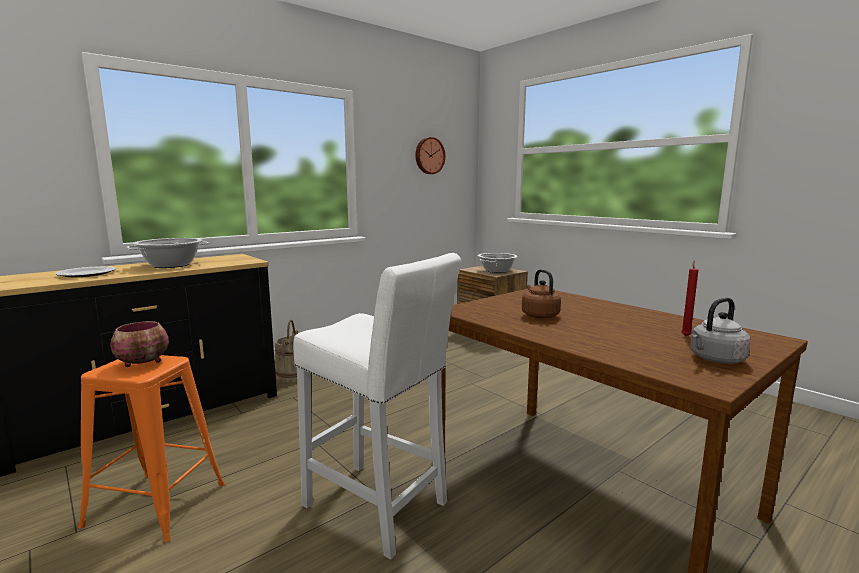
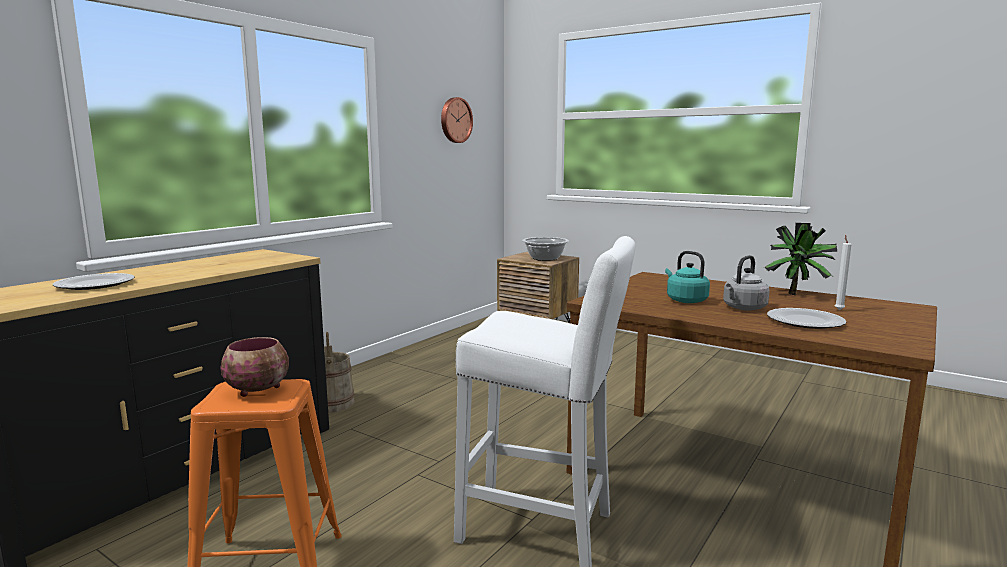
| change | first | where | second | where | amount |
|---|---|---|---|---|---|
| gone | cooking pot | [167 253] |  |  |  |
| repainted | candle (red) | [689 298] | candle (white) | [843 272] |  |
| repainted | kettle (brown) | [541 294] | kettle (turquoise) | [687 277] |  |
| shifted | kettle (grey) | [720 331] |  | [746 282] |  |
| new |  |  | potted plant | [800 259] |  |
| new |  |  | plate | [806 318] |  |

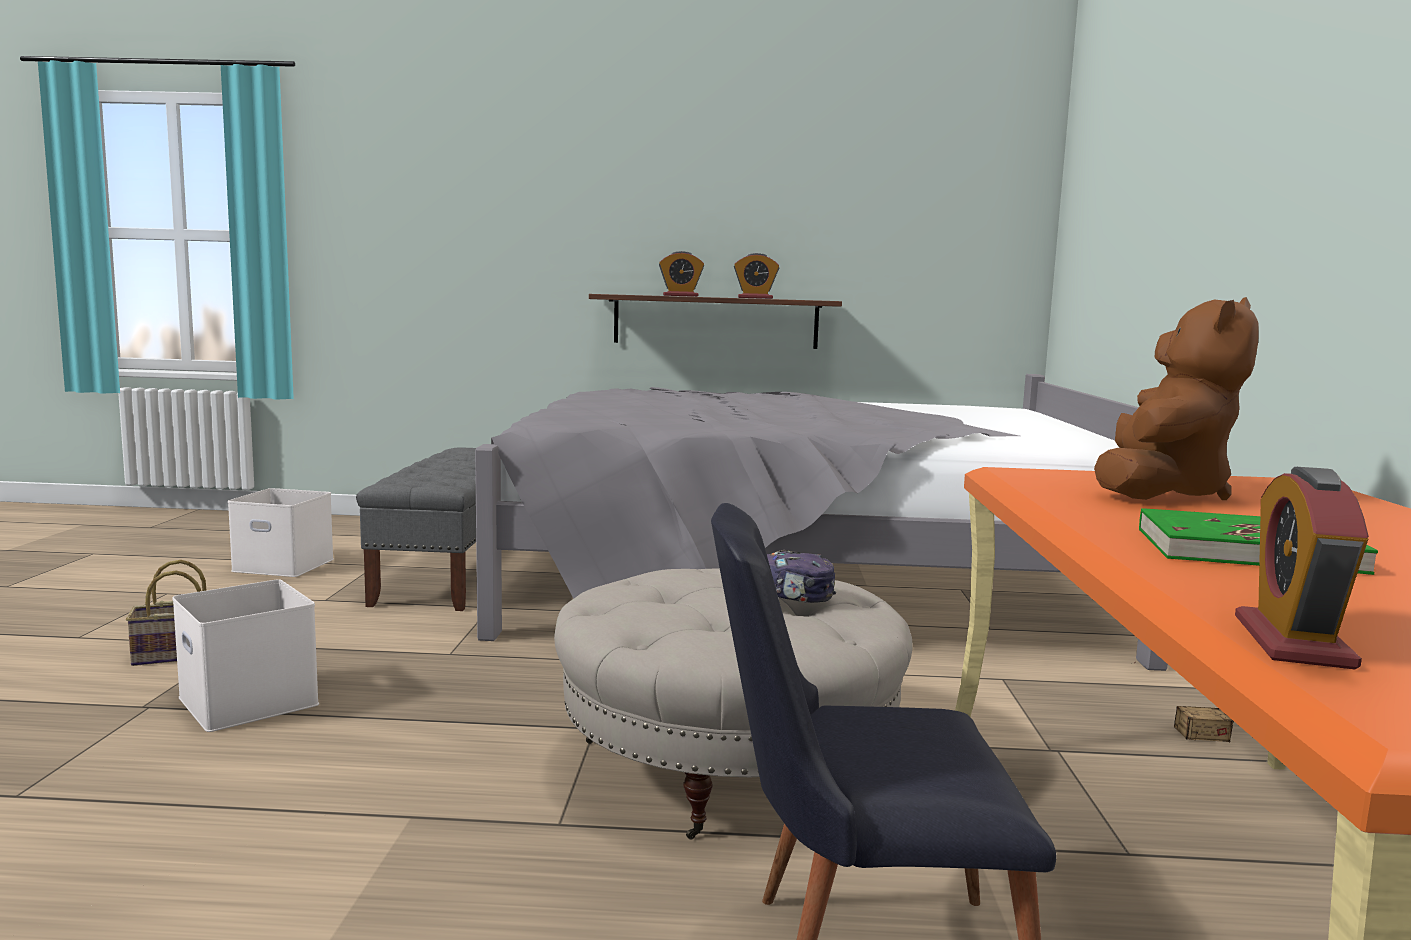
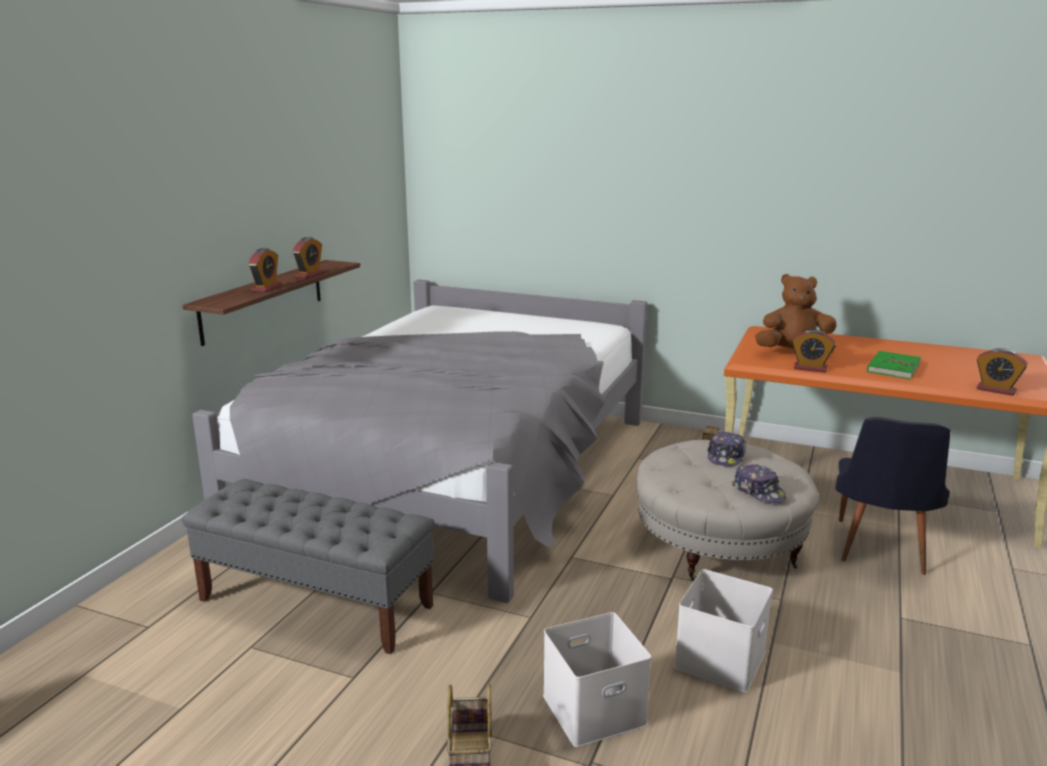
| change | first | where | second | where | amount |
|---|---|---|---|---|---|
| rotated | plush toy (brown) | [1176 398] |  | [796 313] | 45 degrees counterclockwise |
| shifted | storage box (white) | [281 532] |  | [723 631] |  |
| new |  |  | alarm clock | [813 351] |  |
| new |  |  | cap | [759 483] |  |

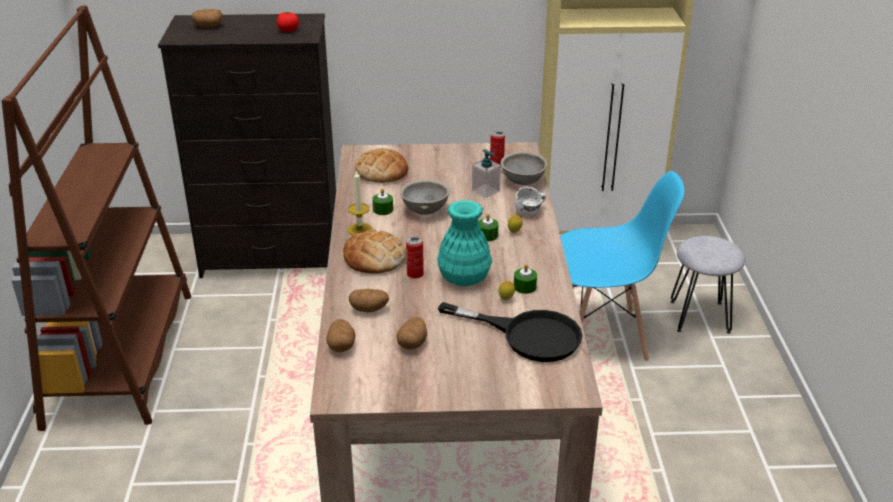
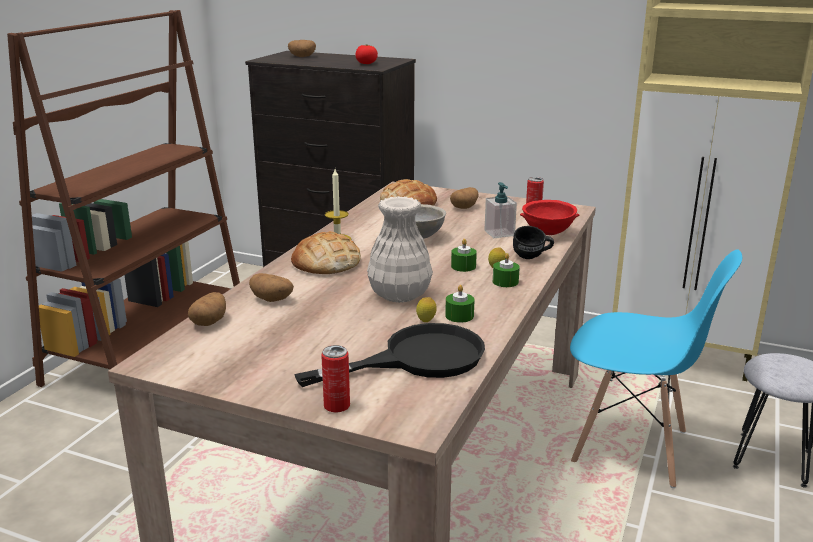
| change | first | where | second | where | amount |
|---|---|---|---|---|---|
| repainted | bowl (grey) | [524 168] | bowl (red) | [549 217] |  |
| repainted | mug (white) | [530 201] | mug (black) | [533 242] |  |
| shifted | candle (green) | [382 202] |  | [506 270] |  |
| repainted | vase (turquoise) | [464 243] | vase (white) | [400 249] |  |
| shifted | can | [415 257] |  | [335 379] |  |
| rotated | frying pan (black) | [510 332] |  | [389 355] | 75 degrees counterclockwise |
| shifted | potato | [412 333] |  | [464 198] |  |

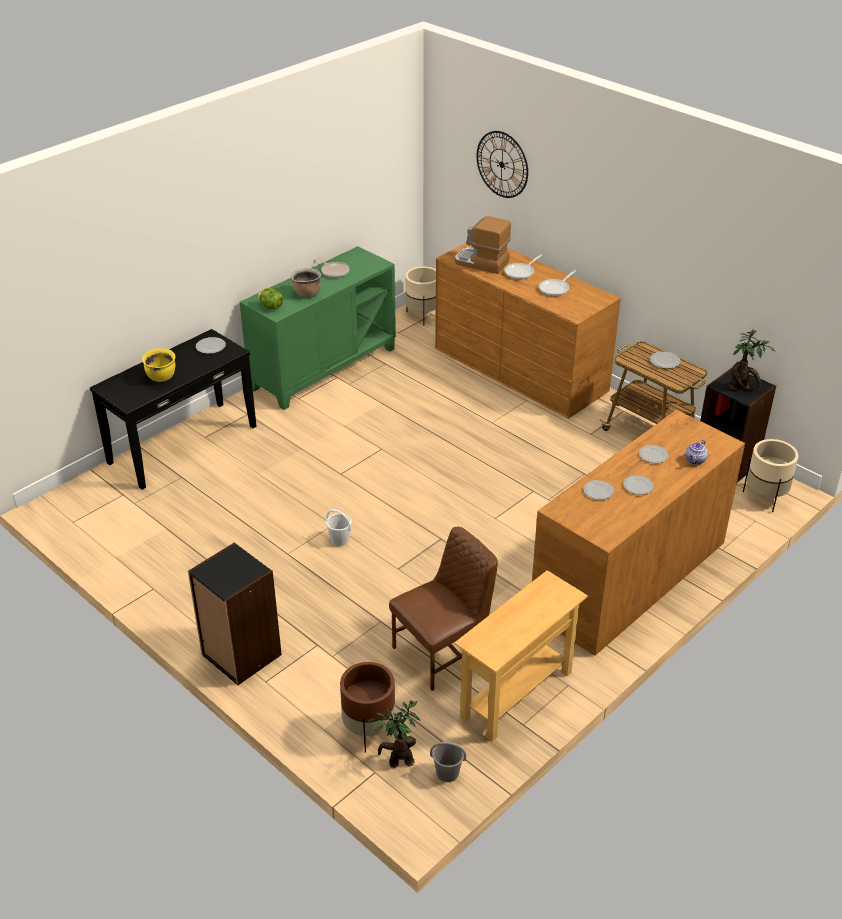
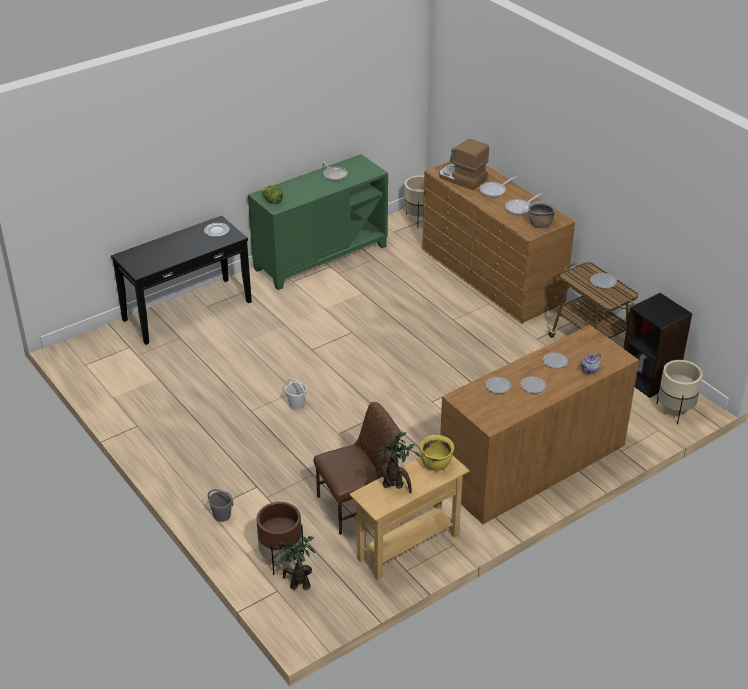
| change | first | where | second | where | amount |
|---|---|---|---|---|---|
| gone | wall clock | [502 164] |  |  |  |
| shifted | cooking pot (brown) | [306 283] |  | [542 214] |  |
| shifted | potted plant | [752 360] |  | [399 462] |  |
| shifted | cooking pot (yellow) | [158 365] |  | [437 453] |  |
| gone | bookcase (black) | [235 613] |  |  |  |
| shifted | bucket (grey) | [448 761] |  | [221 505] |  |

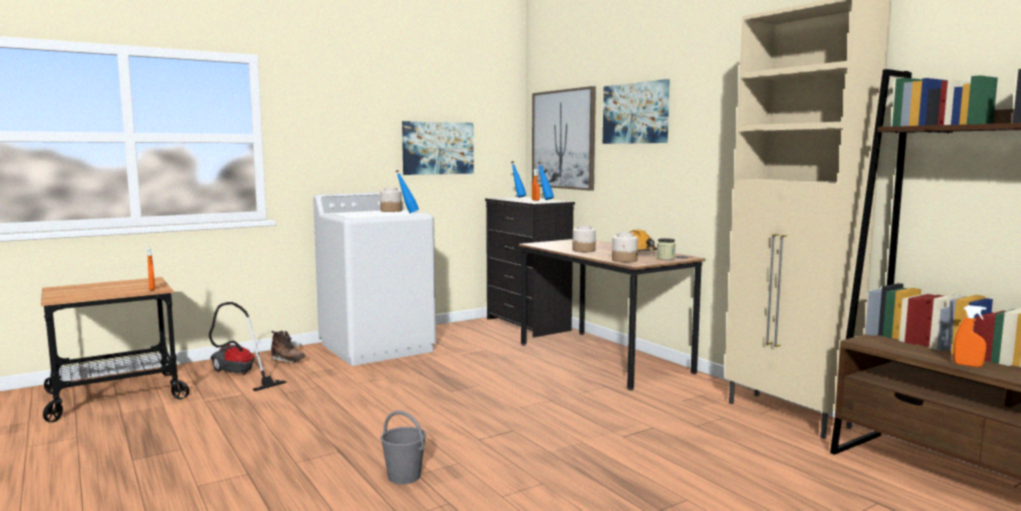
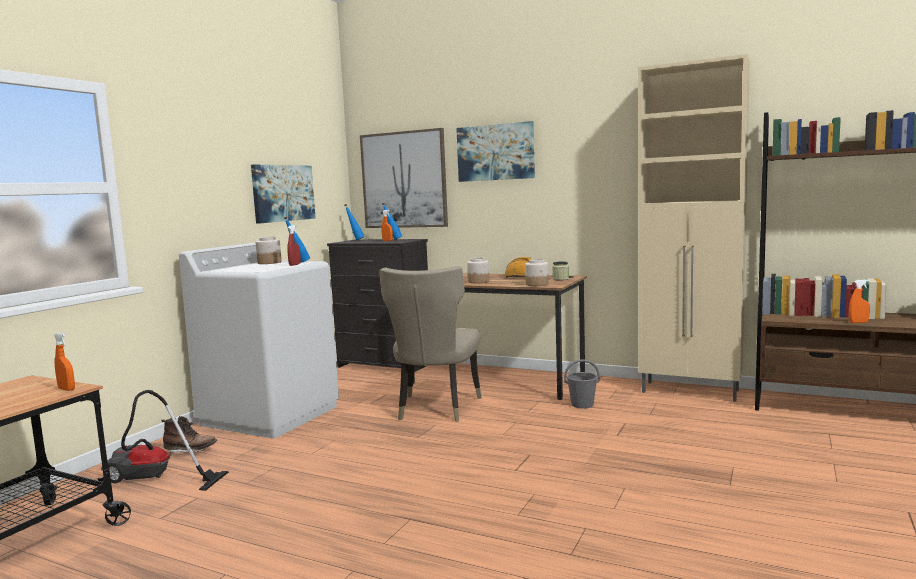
| change | first | where | second | where | amount |
|---|---|---|---|---|---|
| shifted | bucket (grey) | [403 447] |  | [582 384] |  |
| new |  |  | spray bottle (red) | [294 245] |  |
| new |  |  | chair (beige) | [430 344] |  |

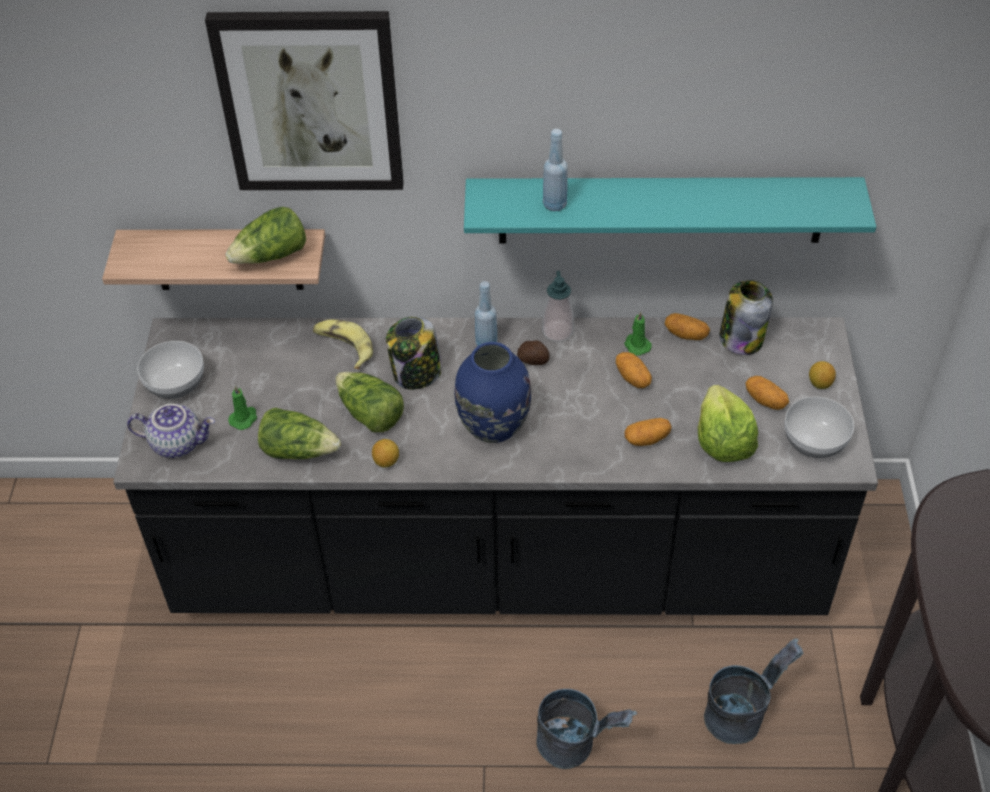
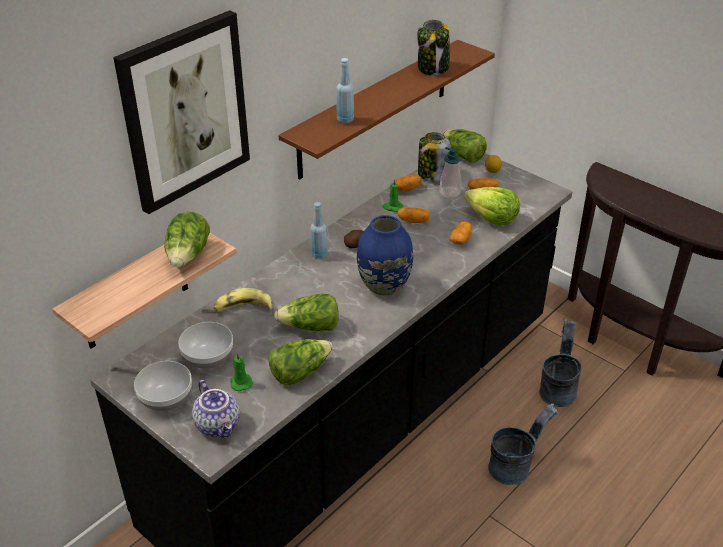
| change | first | where | second | where | amount |
|---|---|---|---|---|---|
| repainted | shelf (turquoise) | [670 210] | shelf (brown) | [386 110] |  |
| shifted | soap dispenser | [558 306] |  | [450 172] |  |
| shifted | jar | [414 353] |  | [433 47] |  |
| shifted | bowl | [819 427] |  | [205 345] |  |
| rotated | teapot | [171 431] |  | [216 409] | 105 degrees clockwise |
| gone | lemon | [385 453] |  |  |  |
| new |  |  | lettuce | [465 146] |  |

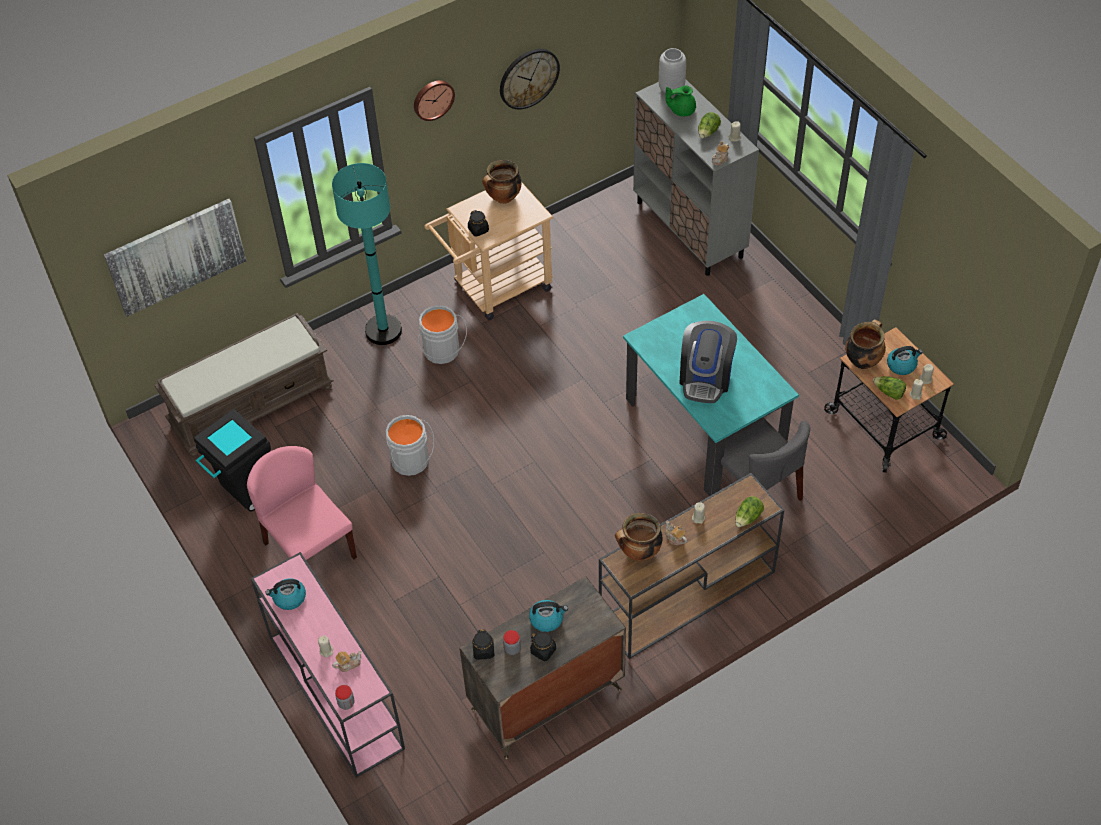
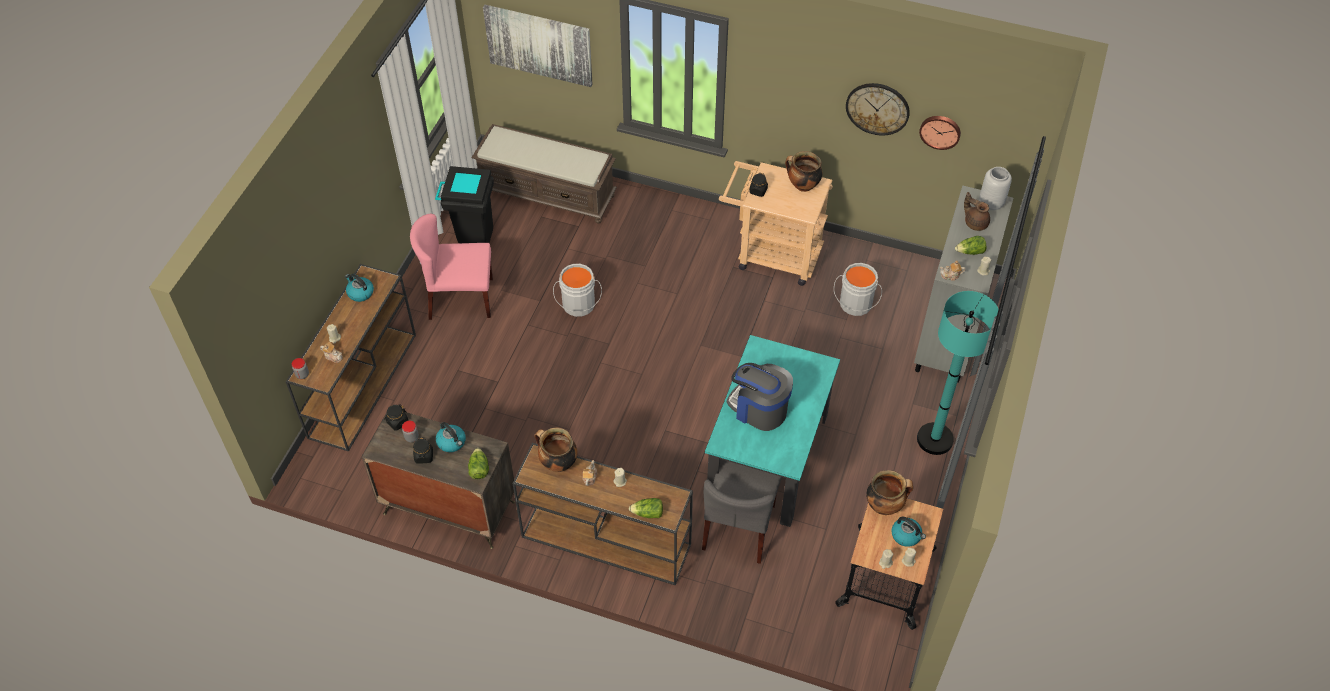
| change | first | where | second | where | amount |
|---|---|---|---|---|---|
| shifted | wall clock | [434 100] |  | [940 133] |  |
| repainted | teapot (green) | [680 100] | teapot (brown) | [977 211] |  |
| shifted | floor lamp (turquoise) | [367 254] |  | [957 373] |  |
| shifted | bucket (grey) | [442 334] |  | [858 289] |  |
| rotated | coffee machine | [708 362] |  | [760 397] | 60 degrees clockwise |
| shifted | lettuce | [889 388] |  | [478 463] |  |
| rotated | chair (pink) | [302 503] |  | [451 267] | 105 degrees counterclockwise |
| repainted | console table (pink) | [328 665] | console table (brown) | [351 358] |  |

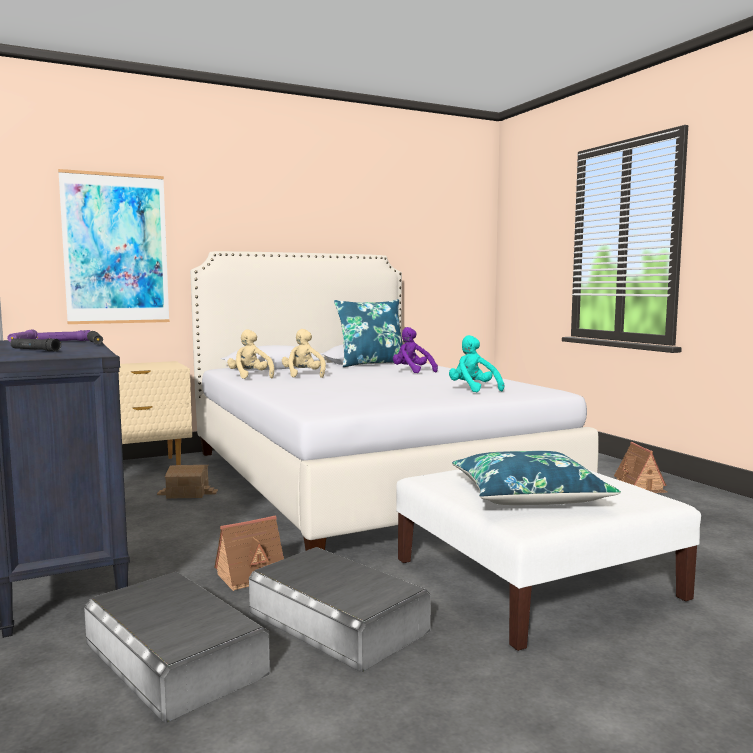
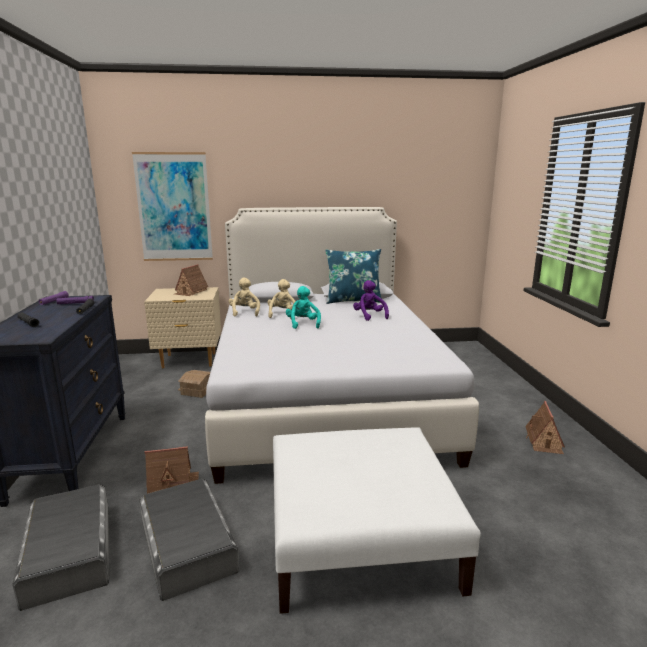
| change | first | where | second | where | amount |
|---|---|---|---|---|---|
| shifted | plush toy (turquoise) | [476 363] |  | [303 307] |  |
| gone | pillow (blue) | [536 478] |  |  |  |
| new |  |  | toy house | [191 280] |  |

